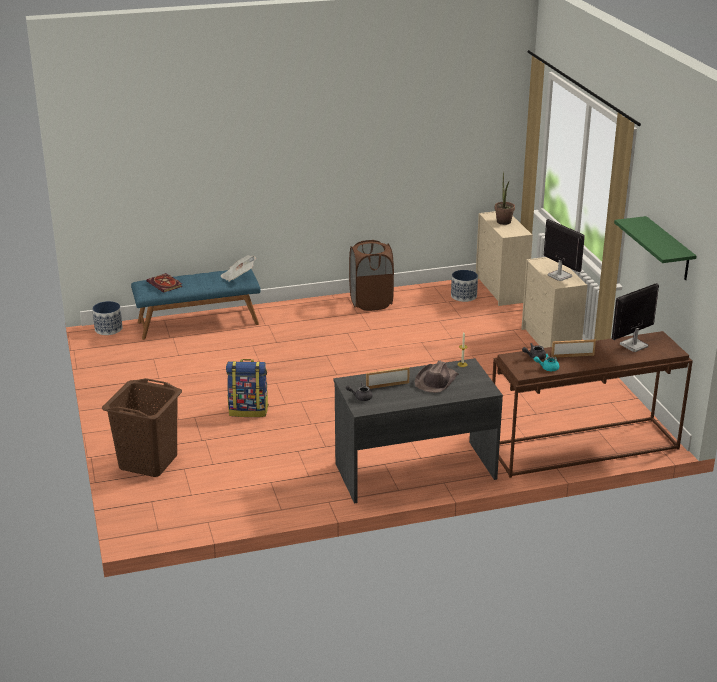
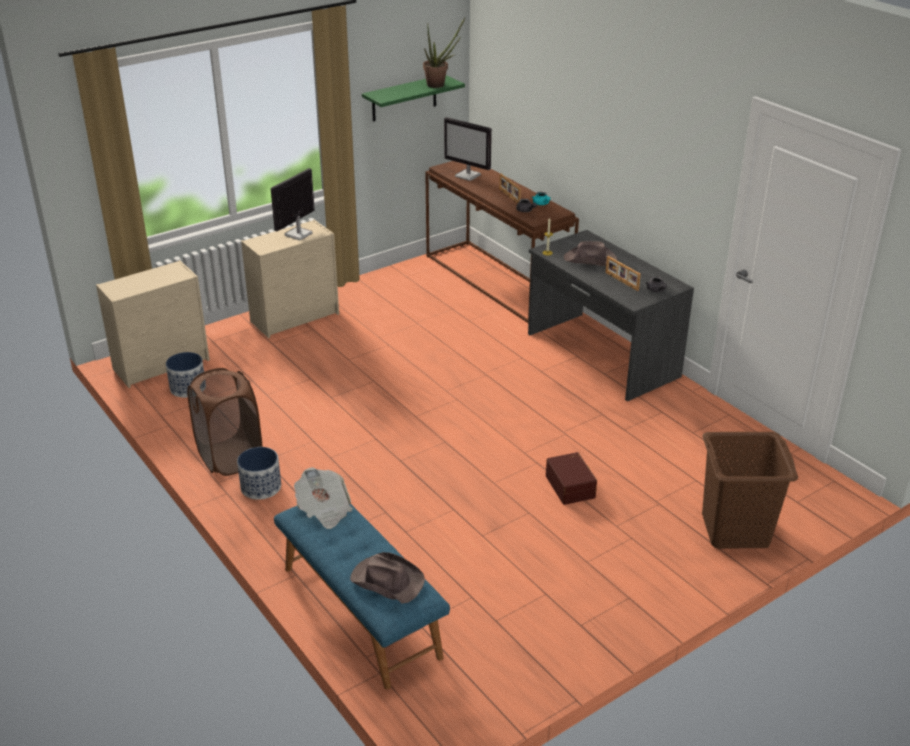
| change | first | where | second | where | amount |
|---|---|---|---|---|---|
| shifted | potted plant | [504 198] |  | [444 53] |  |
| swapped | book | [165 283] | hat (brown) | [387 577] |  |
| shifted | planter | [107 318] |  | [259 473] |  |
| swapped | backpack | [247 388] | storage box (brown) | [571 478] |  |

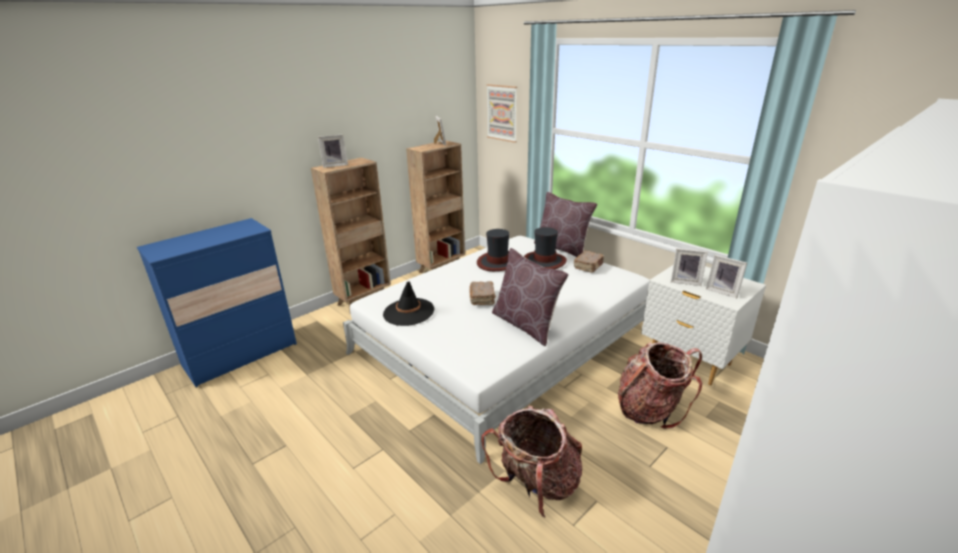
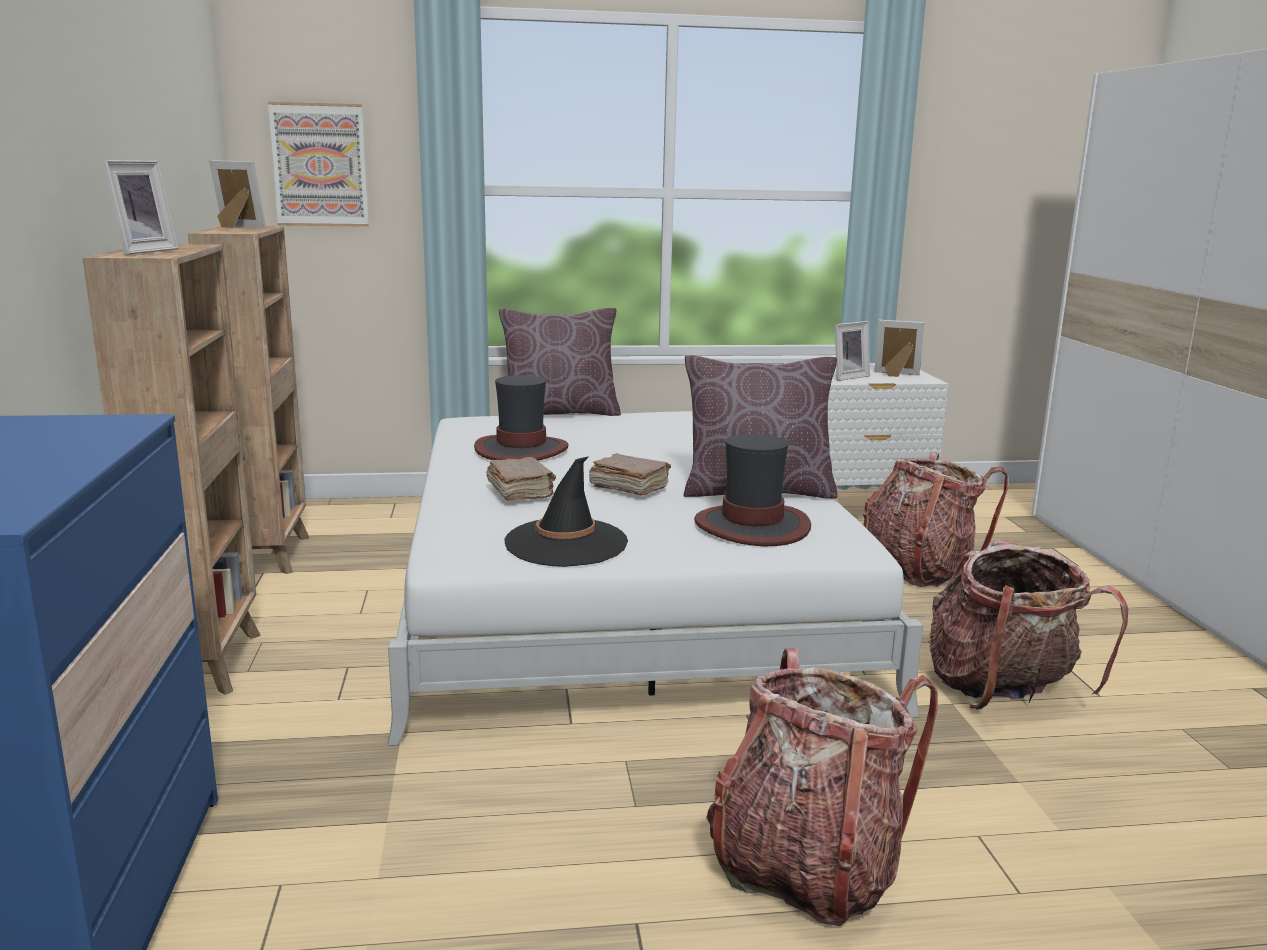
| change | first | where | second | where | amount |
|---|---|---|---|---|---|
| shifted | hat | [545 248] |  | [752 490] |  |
| shifted | book (brown) | [589 262] |  | [521 478] |  |
| rotated | picture frame | [726 276] |  | [899 348] | 150 degrees counterclockwise |
| new |  |  | backpack | [822 787] |  |

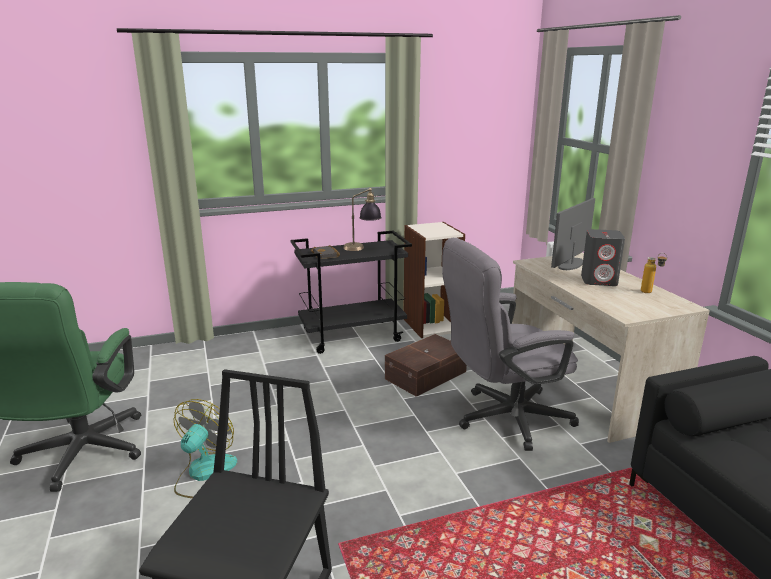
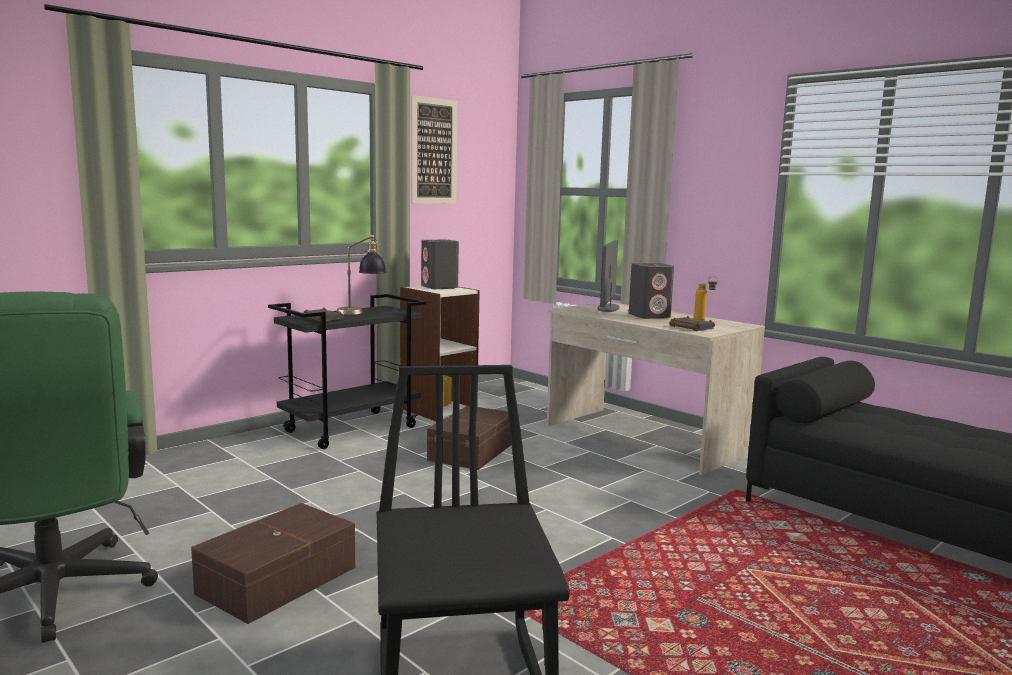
| change | first | where | second | where | amount |
|---|---|---|---|---|---|
| gone | office chair (grey) | [510 344] |  |  |  |
| swapped | fan | [205 448] | storage box (brown) | [273 563] |  |
| new |  |  | picture | [434 149] |  |
| new |  |  | speaker (grey) | [440 264] |  |
| new |  |  | book (black) | [692 323] |  |

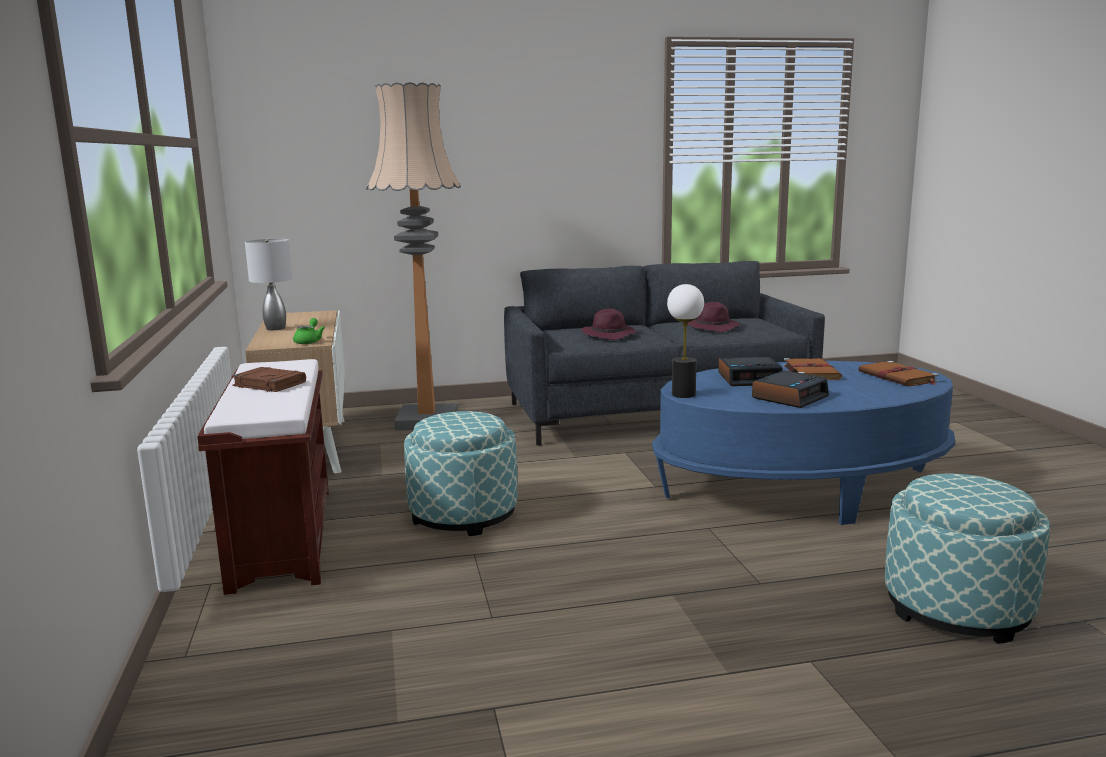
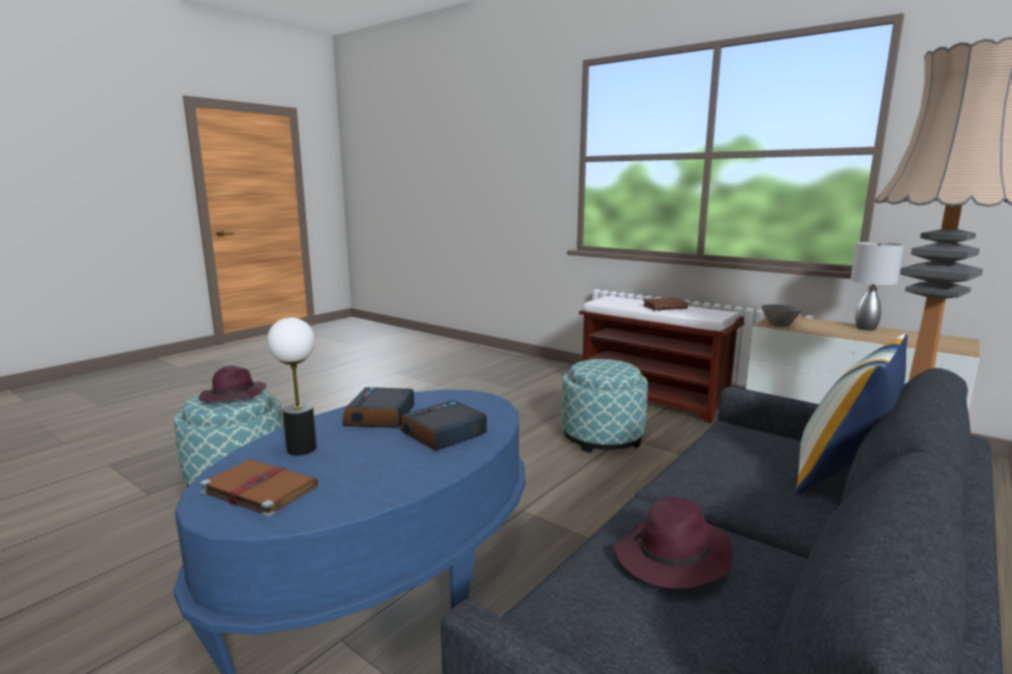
| change | first | where | second | where | amount |
|---|---|---|---|---|---|
| shifted | table lamp | [685 341] |  | [292 386] |  |
| shifted | hat (purple) | [609 324] |  | [232 384] |  |
| swapped | teapot (green) | [309 331] | bowl (grey) | [781 315] |  |
| gone | book (brown) | [812 369] |  |  |  |
| new |  |  | pillow | [852 414] |  |

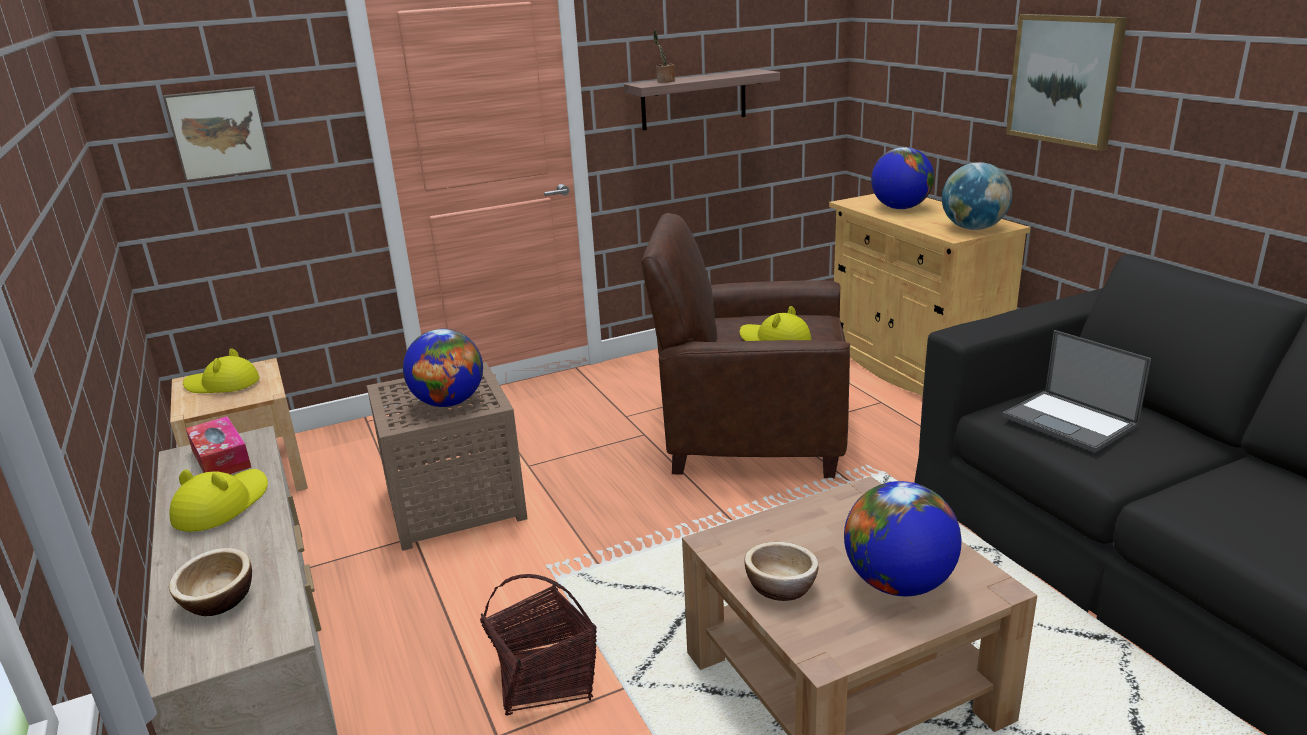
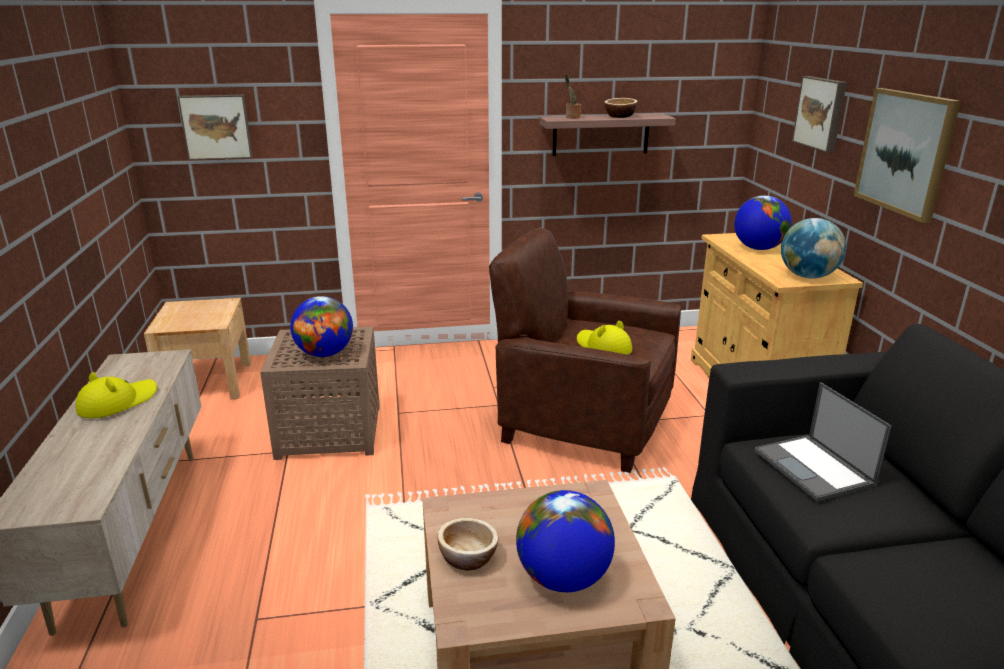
| change | first | where | second | where | amount |
|---|---|---|---|---|---|
| gone | hat (yellow) | [221 370] |  |  |  |
| gone | tissue box | [218 445] |  |  |  |
| shifted | bowl | [210 582] |  | [621 108] |  |
| gone | basket | [538 645] |  |  |  |
| new |  |  | picture | [819 114] |  |

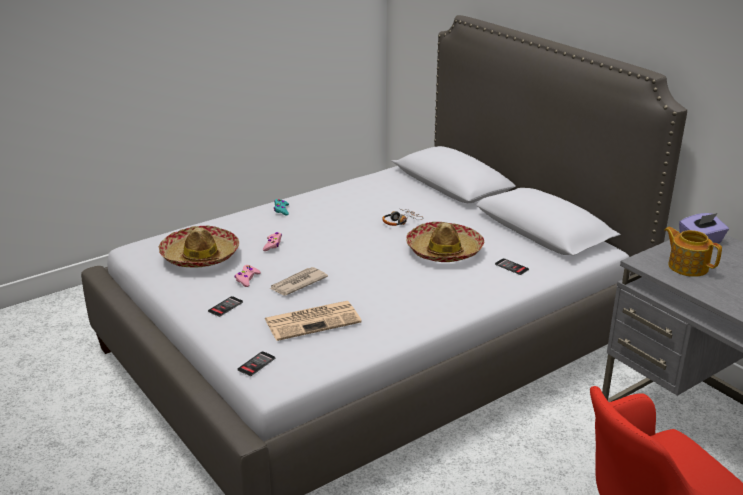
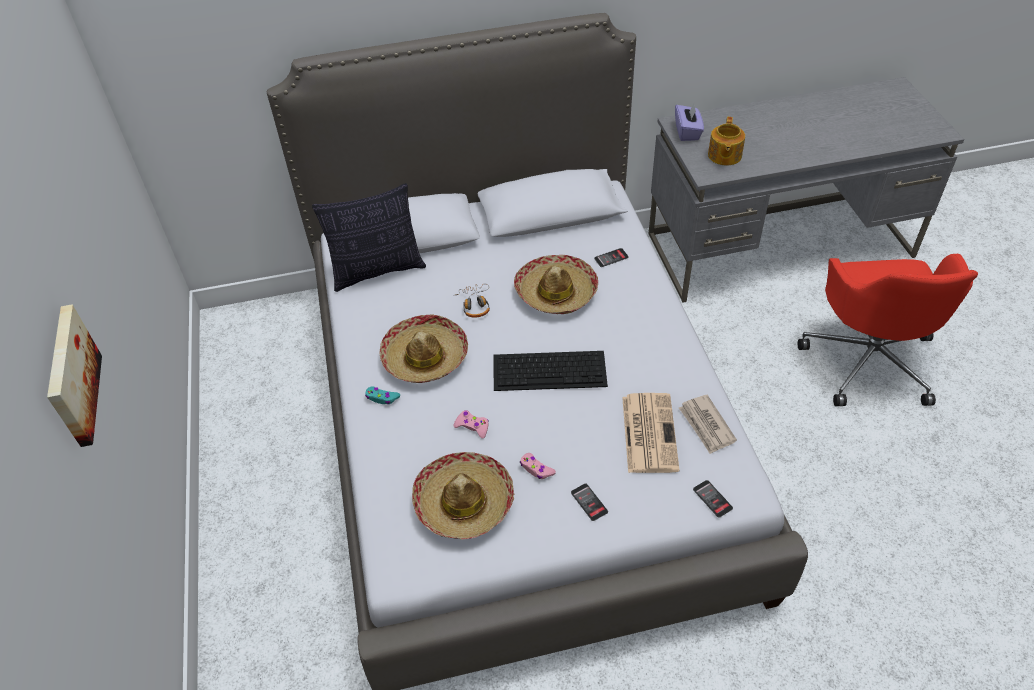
| change | first | where | second | where | amount |
|---|---|---|---|---|---|
| rotated | teapot | [693 252] |  | [726 141] | 60 degrees counterclockwise |
| shifted | newspaper | [299 281] |  | [708 424] |  |
| new |  |  | pillow | [369 237] |  |
| new |  |  | picture | [74 376] |  |
| new |  |  | hat | [424 348] |  |
| new |  |  | keyboard | [551 371] |  |

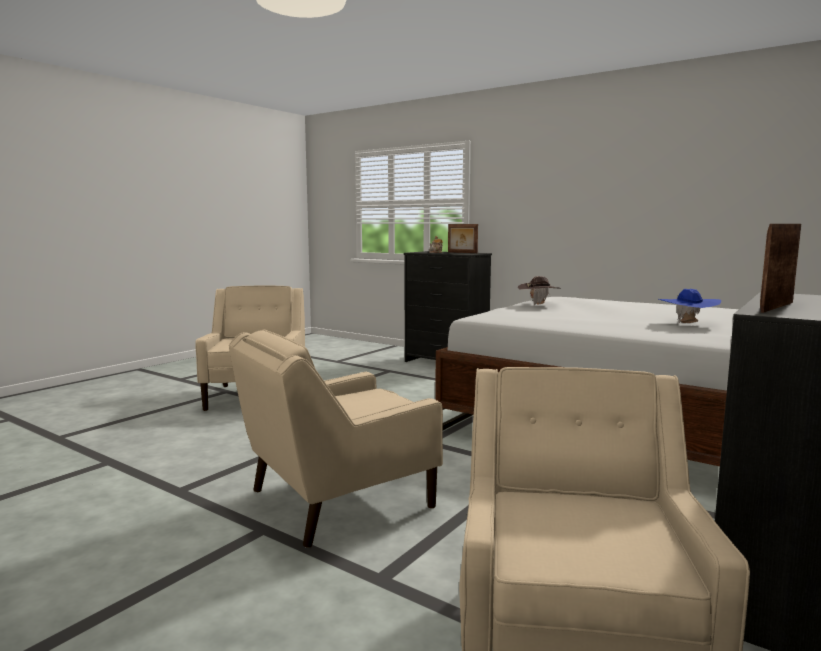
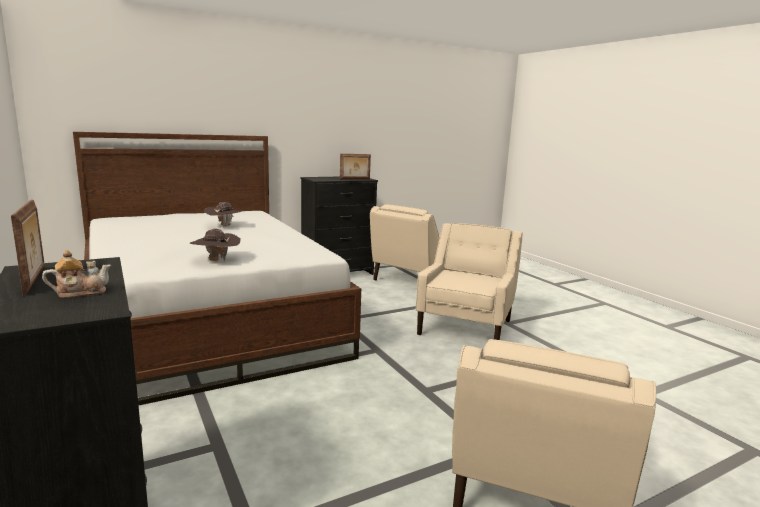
| change | first | where | second | where | amount |
|---|---|---|---|---|---|
| repainted | hat (blue) | [690 306] | hat (brown) | [223 215] |  |
| rotated | armchair (beige) | [336 438] |  | [469 281] | 60 degrees counterclockwise |

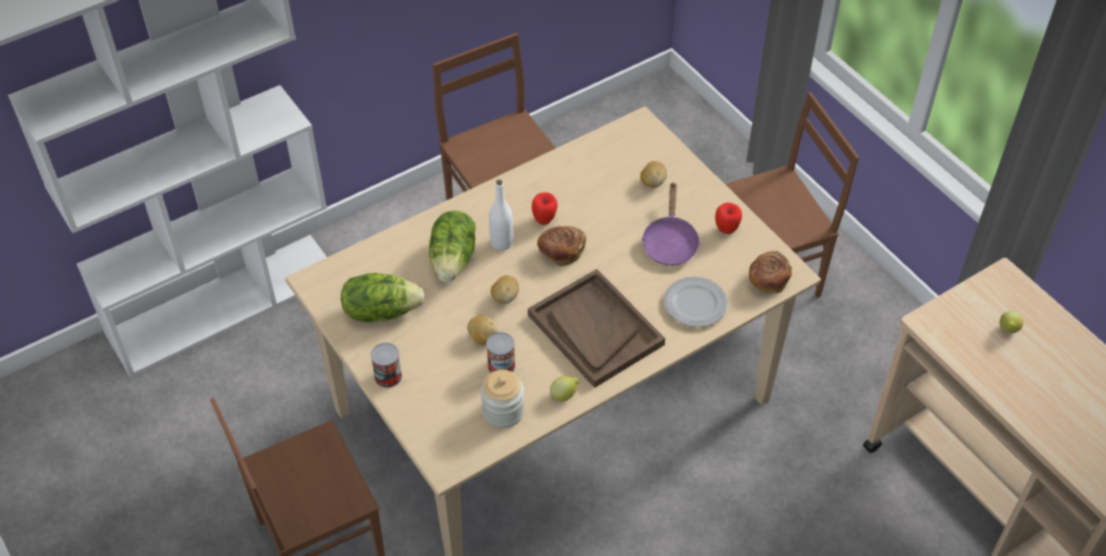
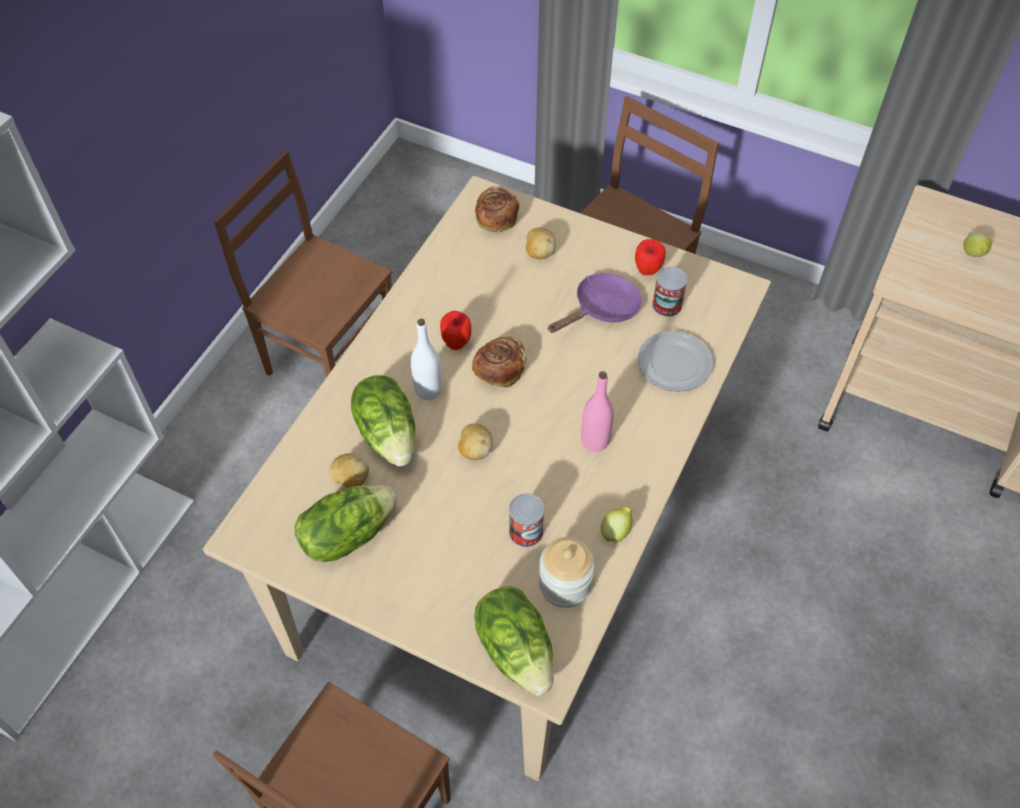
| change | first | where | second | where | amount |
|---|---|---|---|---|---|
| rotated | frying pan (purple) | [670 224] |  | [595 303] | 105 degrees counterclockwise |
| shifted | bread | [770 272] |  | [497 209] |  |
| swapped | tray (brown) | [596 328] | bottle (pink) | [597 411] |  |
| shifted | potato | [482 330] |  | [349 470] |  |
| shifted | can | [386 365] |  | [670 292] |  |
| new |  |  | lettuce | [514 641] |  |

